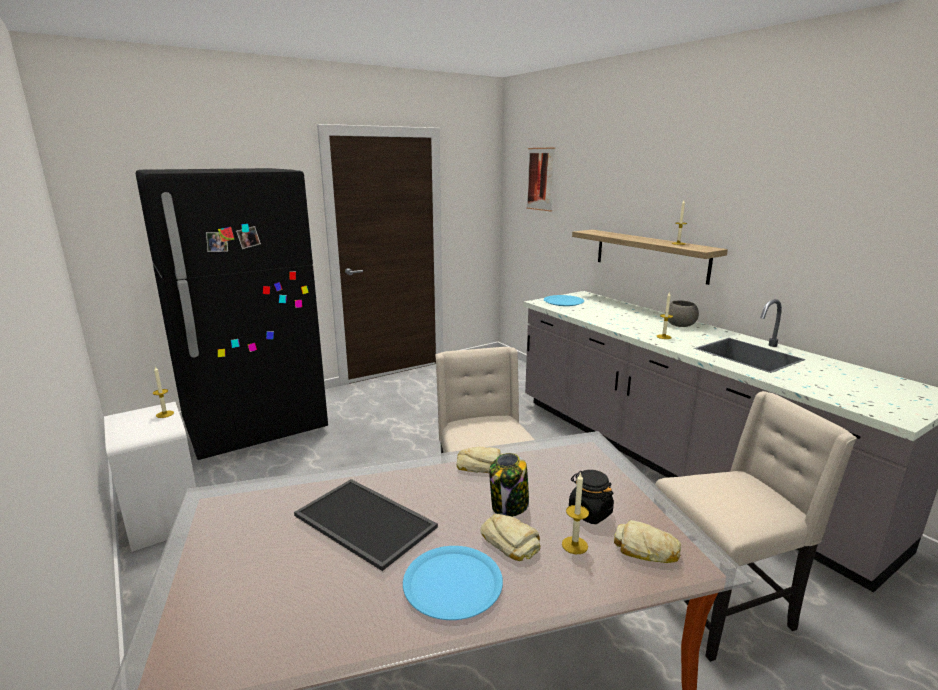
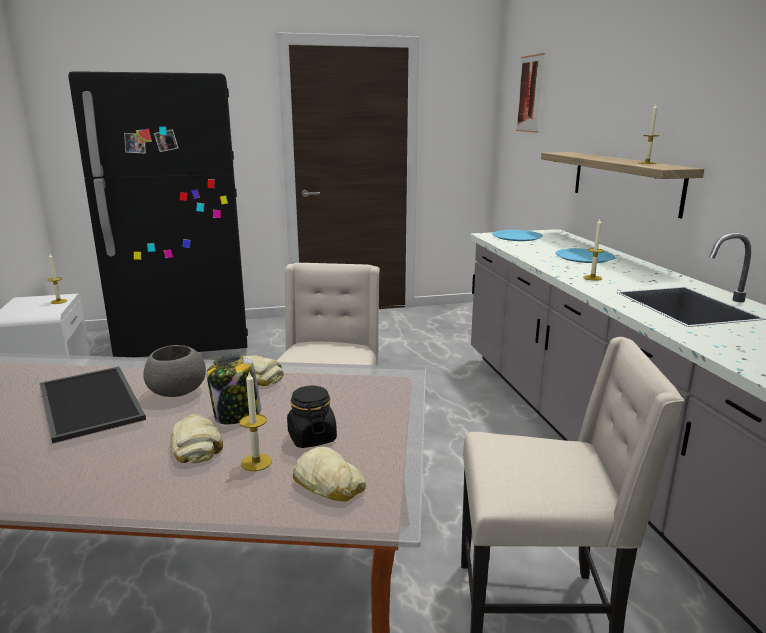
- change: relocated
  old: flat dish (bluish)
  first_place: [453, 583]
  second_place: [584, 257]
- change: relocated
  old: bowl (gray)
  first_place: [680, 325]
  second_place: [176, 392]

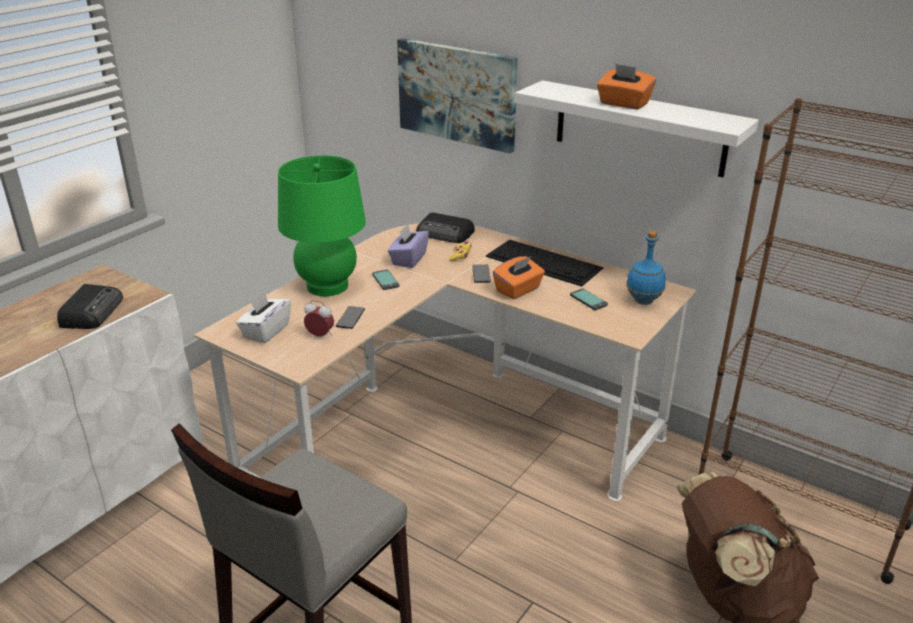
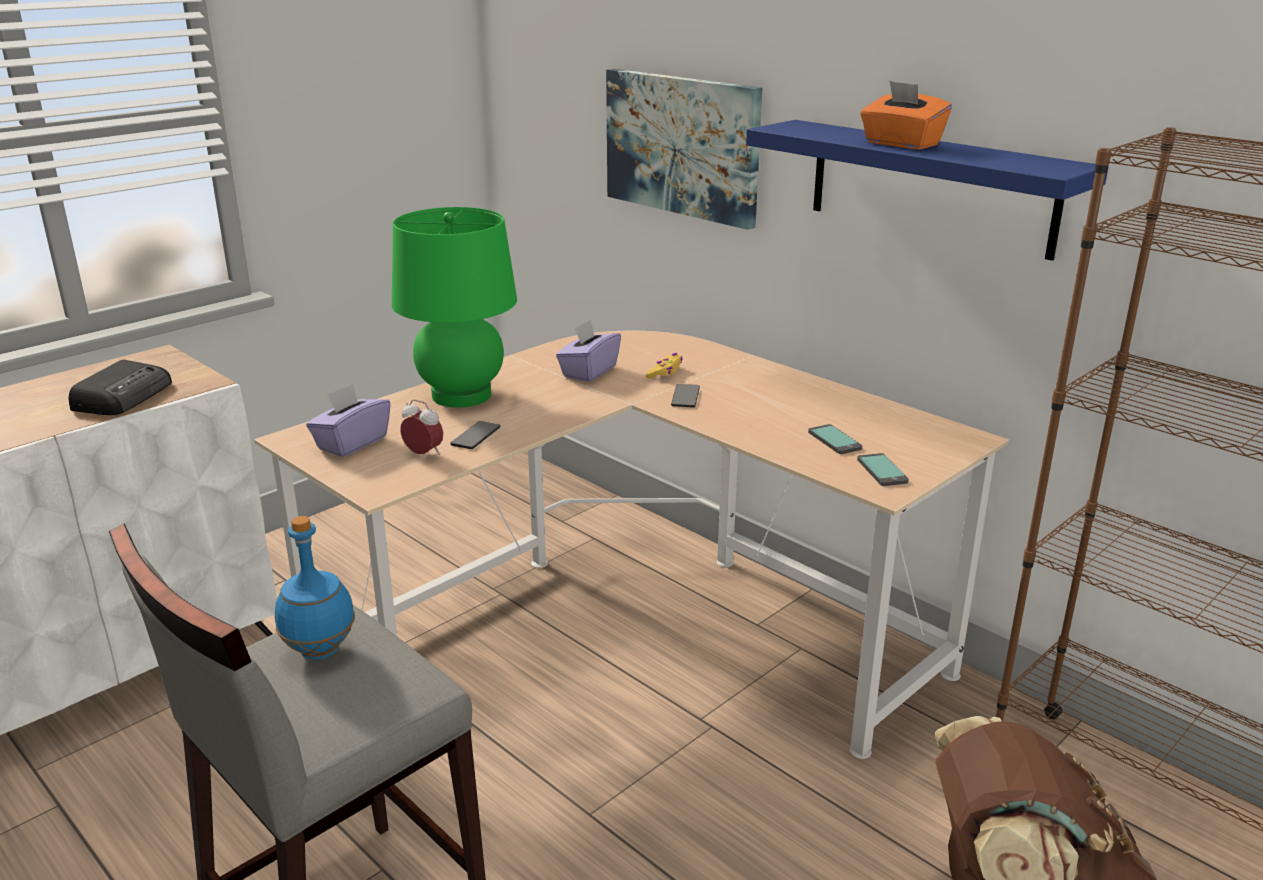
- change: colour
  old: tissue box (white-coloured)
  new: tissue box (purple)
  first_place: [266, 331]
  second_place: [351, 443]
- change: relocated
  old: telephone
  first_place: [385, 280]
  second_place: [882, 471]
- change: missing
  old: radio set
  first_place: [445, 233]
- change: missing
  old: PC keyboard
  first_place: [545, 262]
- change: missing
  old: tissue box (orangey)
  first_place: [518, 290]
- change: colour
  old: bracket shelf (white-coloured)
  new: bracket shelf (bluish)
  first_place: [639, 128]
  second_place: [930, 187]
- change: relocated
  old: bottle (bluish)
  first_place: [644, 301]
  second_place: [320, 651]

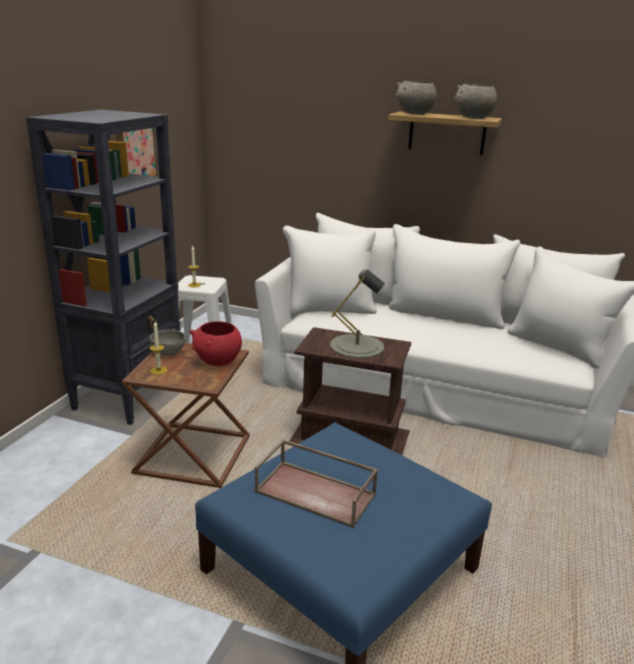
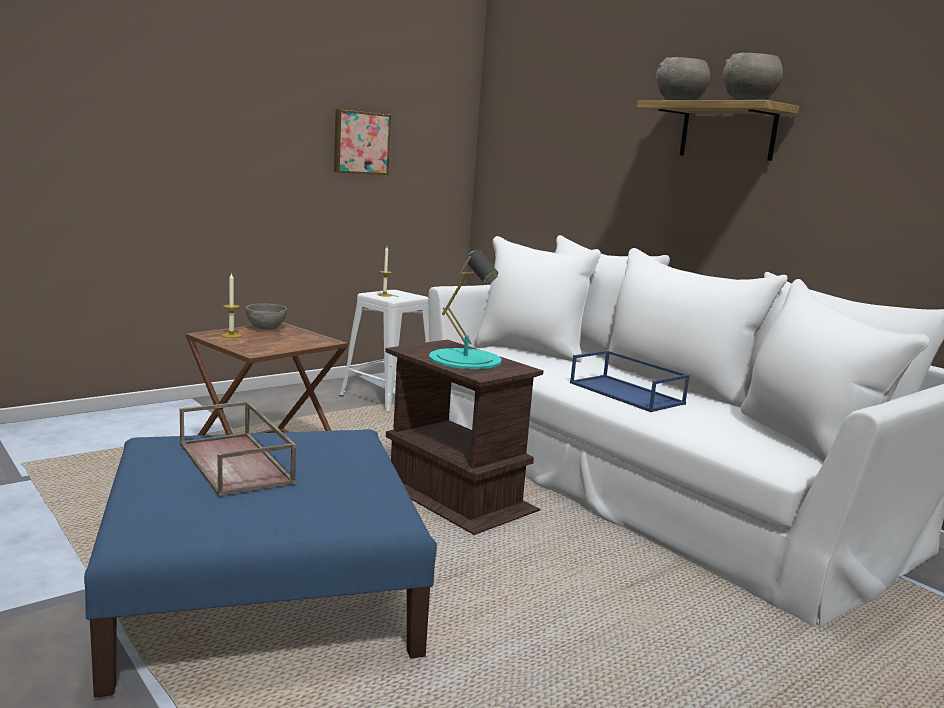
- change: missing
  old: bookshelf (black)
  first_place: [129, 395]
- change: missing
  old: bowl (reddish)
  first_place: [218, 362]
- change: colour
  old: table lamp (gray)
  new: table lamp (turquoise)
  first_place: [357, 346]
  second_place: [465, 359]
- change: appeared
  new: carrying tray (bluish)
  second_place: [627, 393]

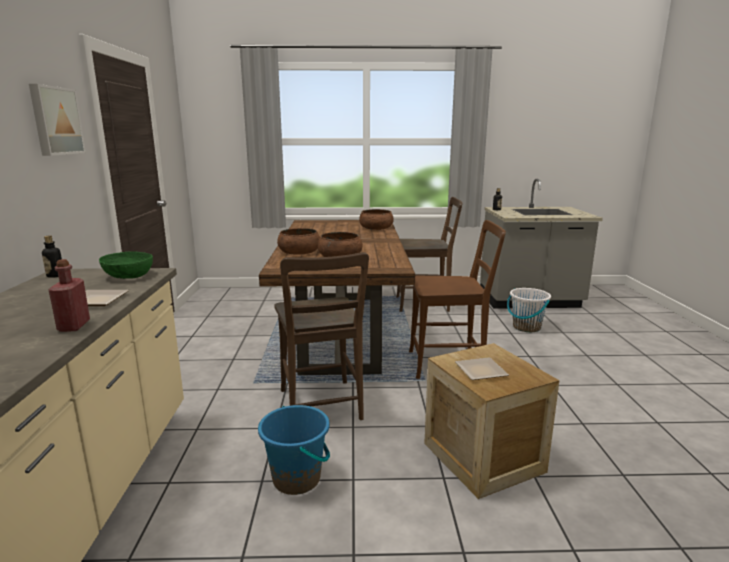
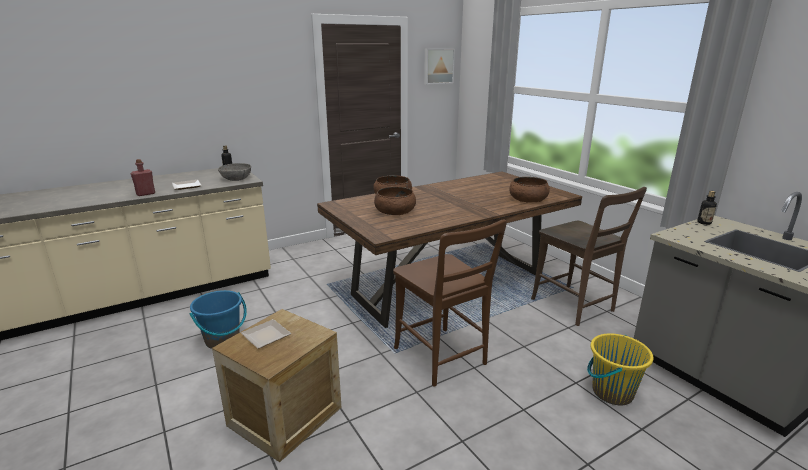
- change: relocated
  old: picture
  first_place: [55, 121]
  second_place: [438, 66]
- change: colour
  old: bowl (greenish)
  new: bowl (gray)
  first_place: [128, 276]
  second_place: [236, 179]
- change: missing
  old: plain chair (brown)
  first_place: [321, 407]
- change: colour
  old: bucket (white-coloured)
  new: bucket (yellow)
  first_place: [526, 327]
  second_place: [612, 392]

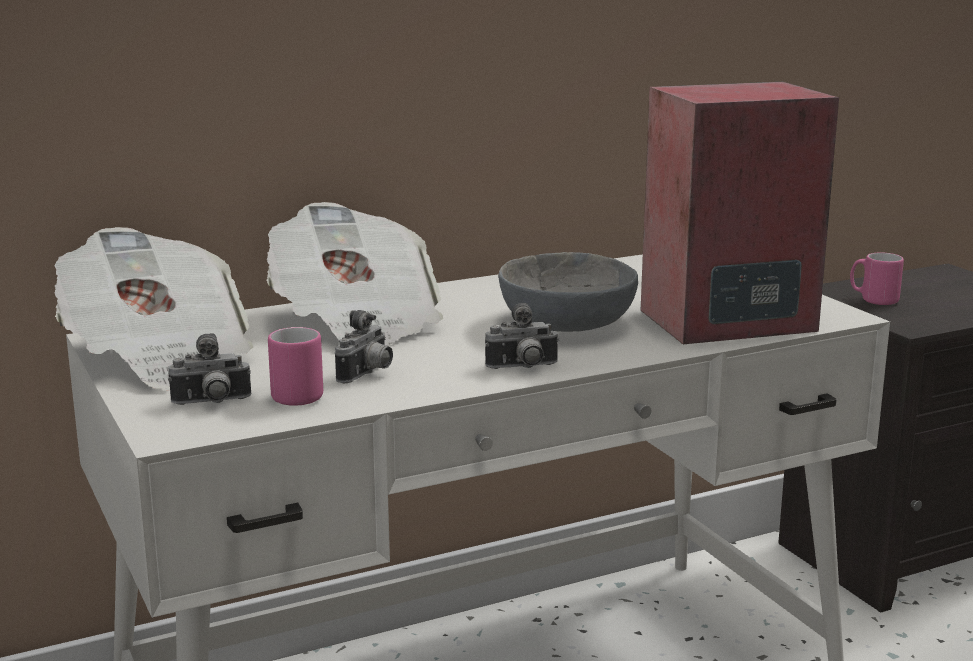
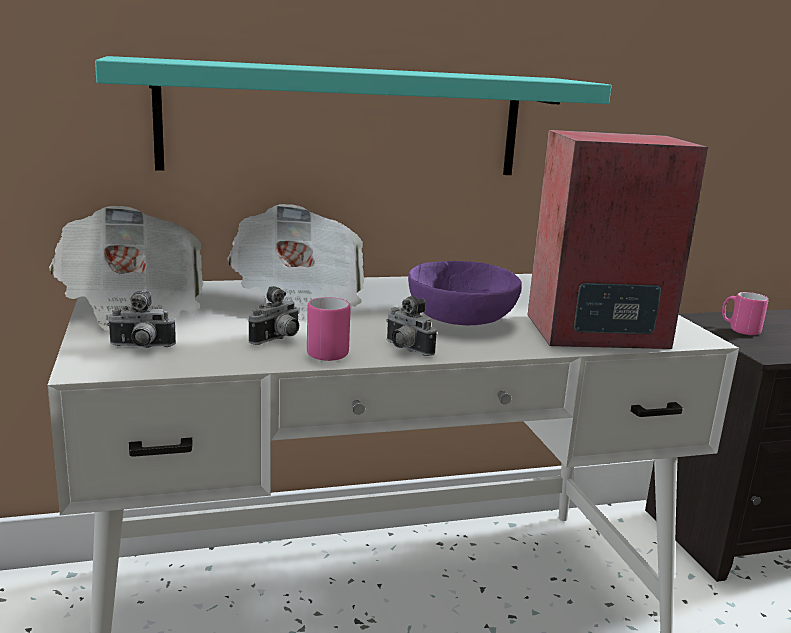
- change: relocated
  old: mug (pink-coloured)
  first_place: [295, 394]
  second_place: [327, 351]
- change: spun
  old: photo camera
  first_place: [523, 368]
  second_place: [405, 349]
  degrees: 45
- change: colour
  old: bowl (gray)
  new: bowl (purple)
  first_place: [565, 325]
  second_place: [459, 319]
- change: appeared
  new: bracket shelf (turquoise)
  second_place: [345, 121]

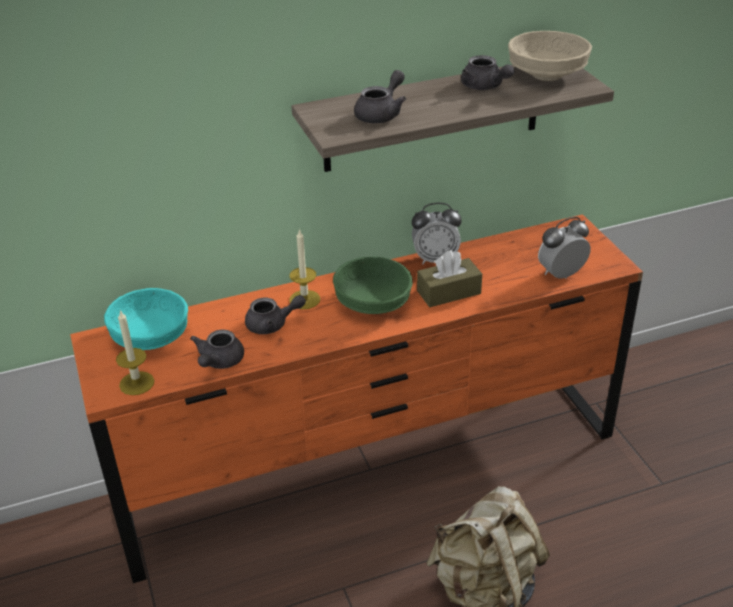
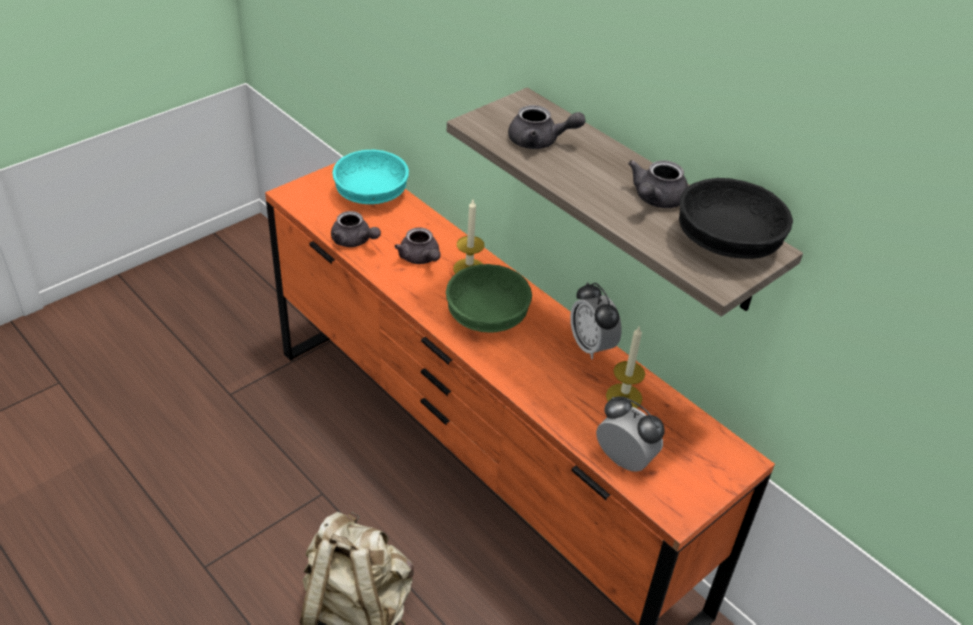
- change: relocated
  old: wax light
  first_place: [137, 383]
  second_place: [624, 397]
- change: spun
  old: teapot (gray)
  first_place: [219, 362]
  second_place: [354, 241]
  degrees: -135
- change: missing
  old: tissue box (brown)
  first_place: [448, 292]
- change: colour
  old: bowl (sand-coloured)
  new: bowl (black)
  first_place: [548, 75]
  second_place: [727, 244]

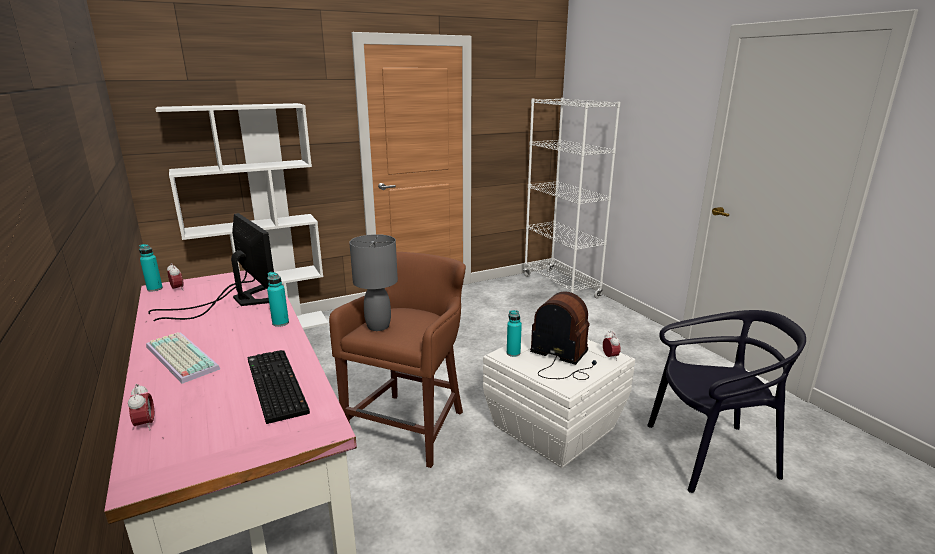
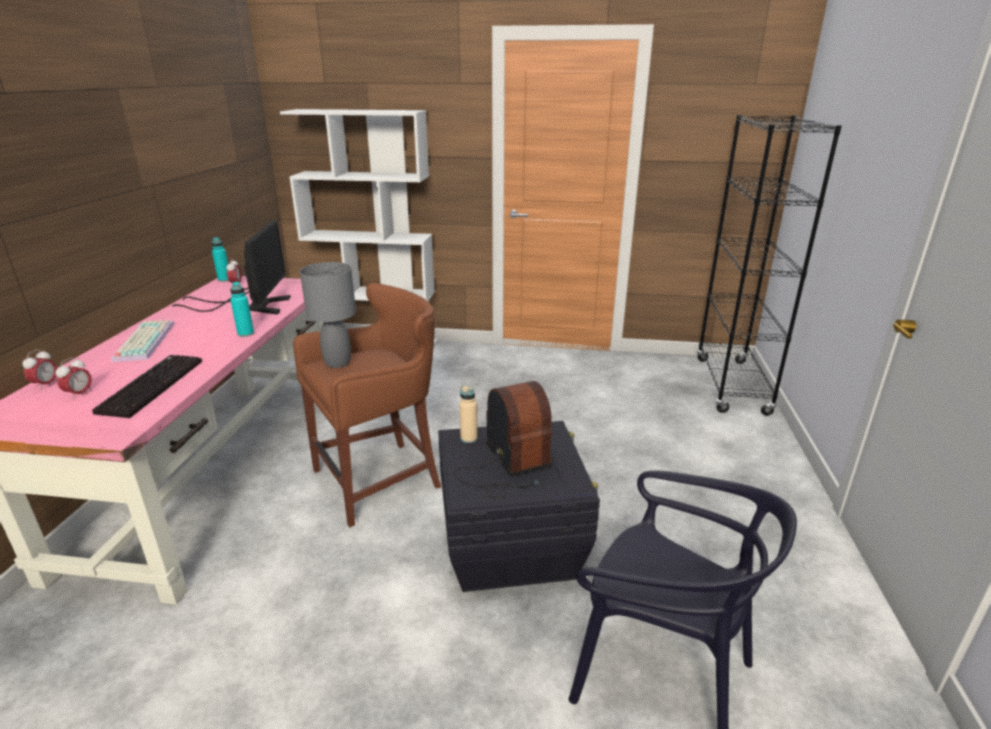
- change: colour
  old: storage box (white-coloured)
  new: storage box (black)
  first_place: [553, 426]
  second_place: [511, 543]
- change: colour
  old: bottle (turquoise)
  new: bottle (sand-coloured)
  first_place: [513, 353]
  second_place: [469, 438]
- change: colour
  old: bookshelf (white-coloured)
  new: bookshelf (black)
  first_place: [561, 287]
  second_place: [731, 386]
- change: relocated
  old: bedside clock
  first_place: [610, 357]
  second_place: [79, 394]

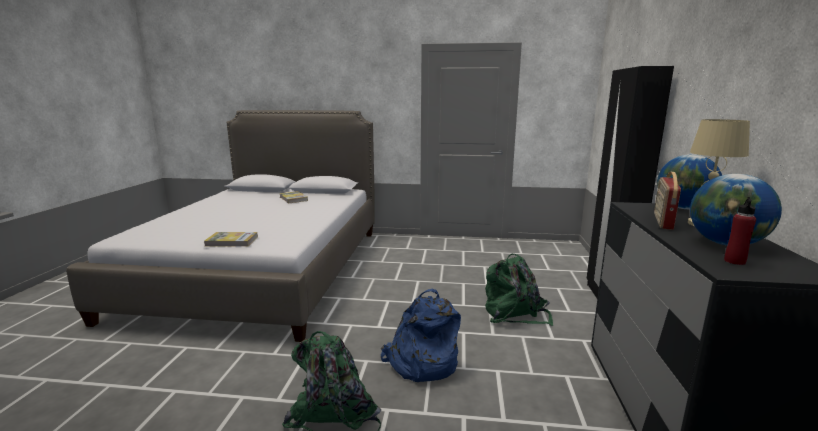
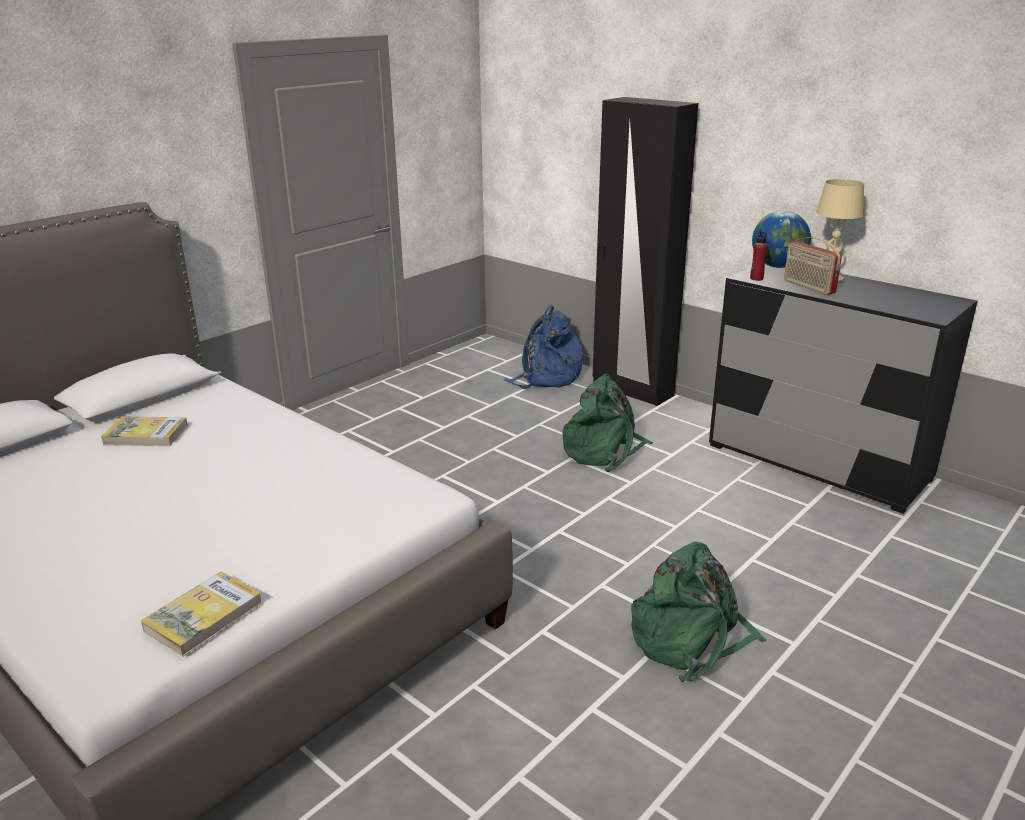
- change: relocated
  old: bound book
  first_place: [232, 241]
  second_place: [204, 616]
- change: relocated
  old: knapsack (bluish)
  first_place: [421, 362]
  second_place: [546, 377]
- change: missing
  old: desk globe
  first_place: [726, 244]
- change: relocated
  old: bottle (reddish)
  first_place: [734, 261]
  second_place: [756, 278]

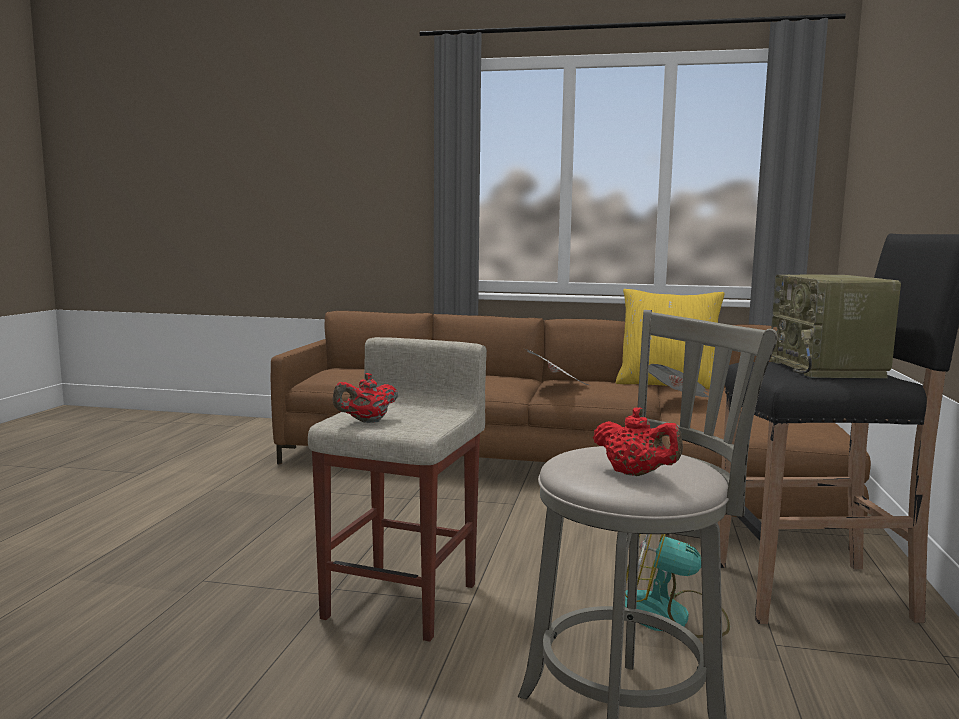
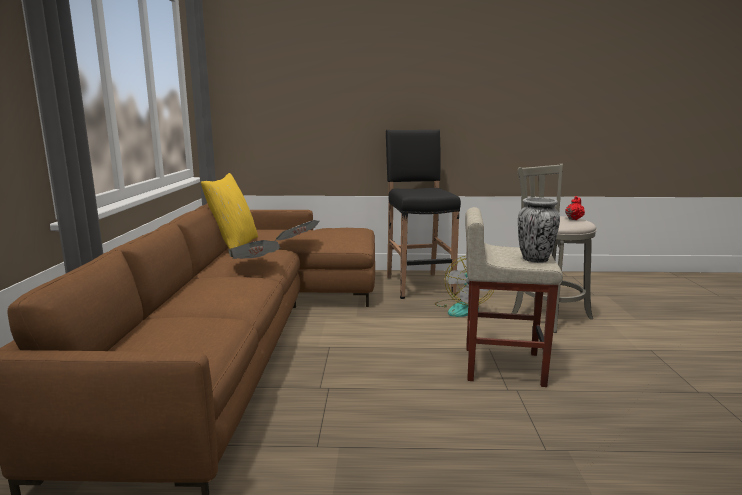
- change: exchanged
  old: teapot (reddish)
  new: flower vase
  first_place: [366, 421]
  second_place: [535, 259]
- change: missing
  old: radio set
  first_place: [828, 369]

